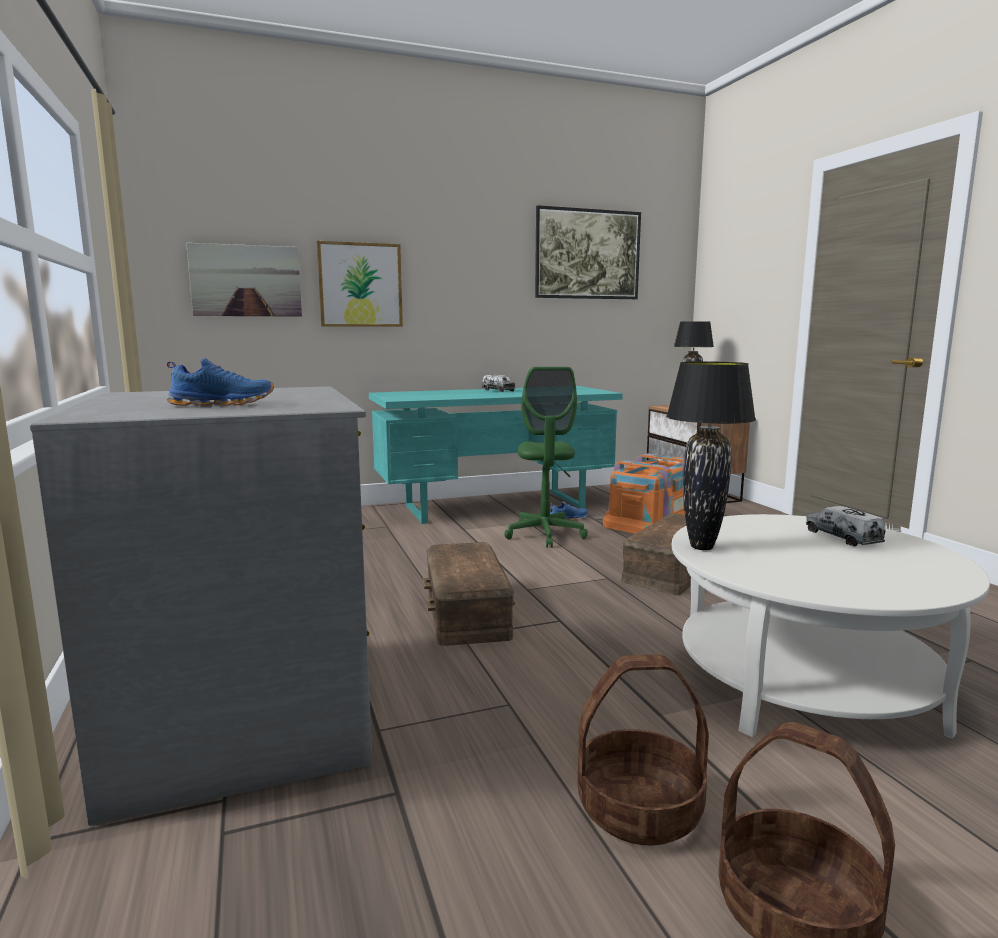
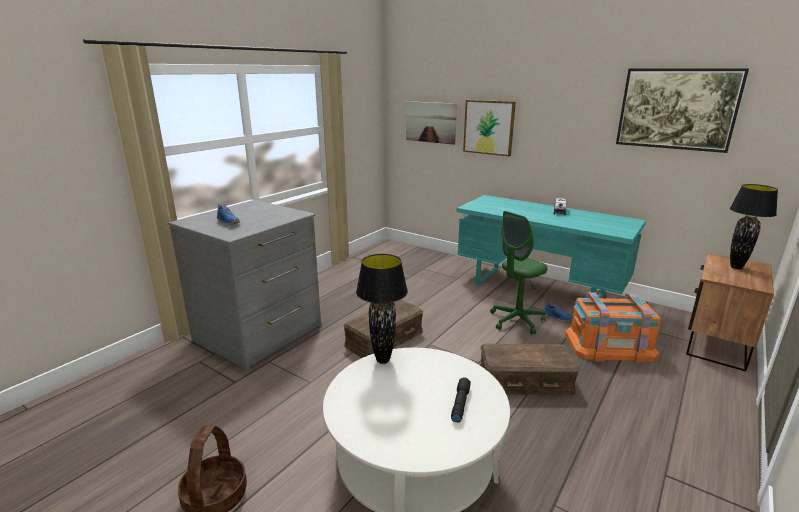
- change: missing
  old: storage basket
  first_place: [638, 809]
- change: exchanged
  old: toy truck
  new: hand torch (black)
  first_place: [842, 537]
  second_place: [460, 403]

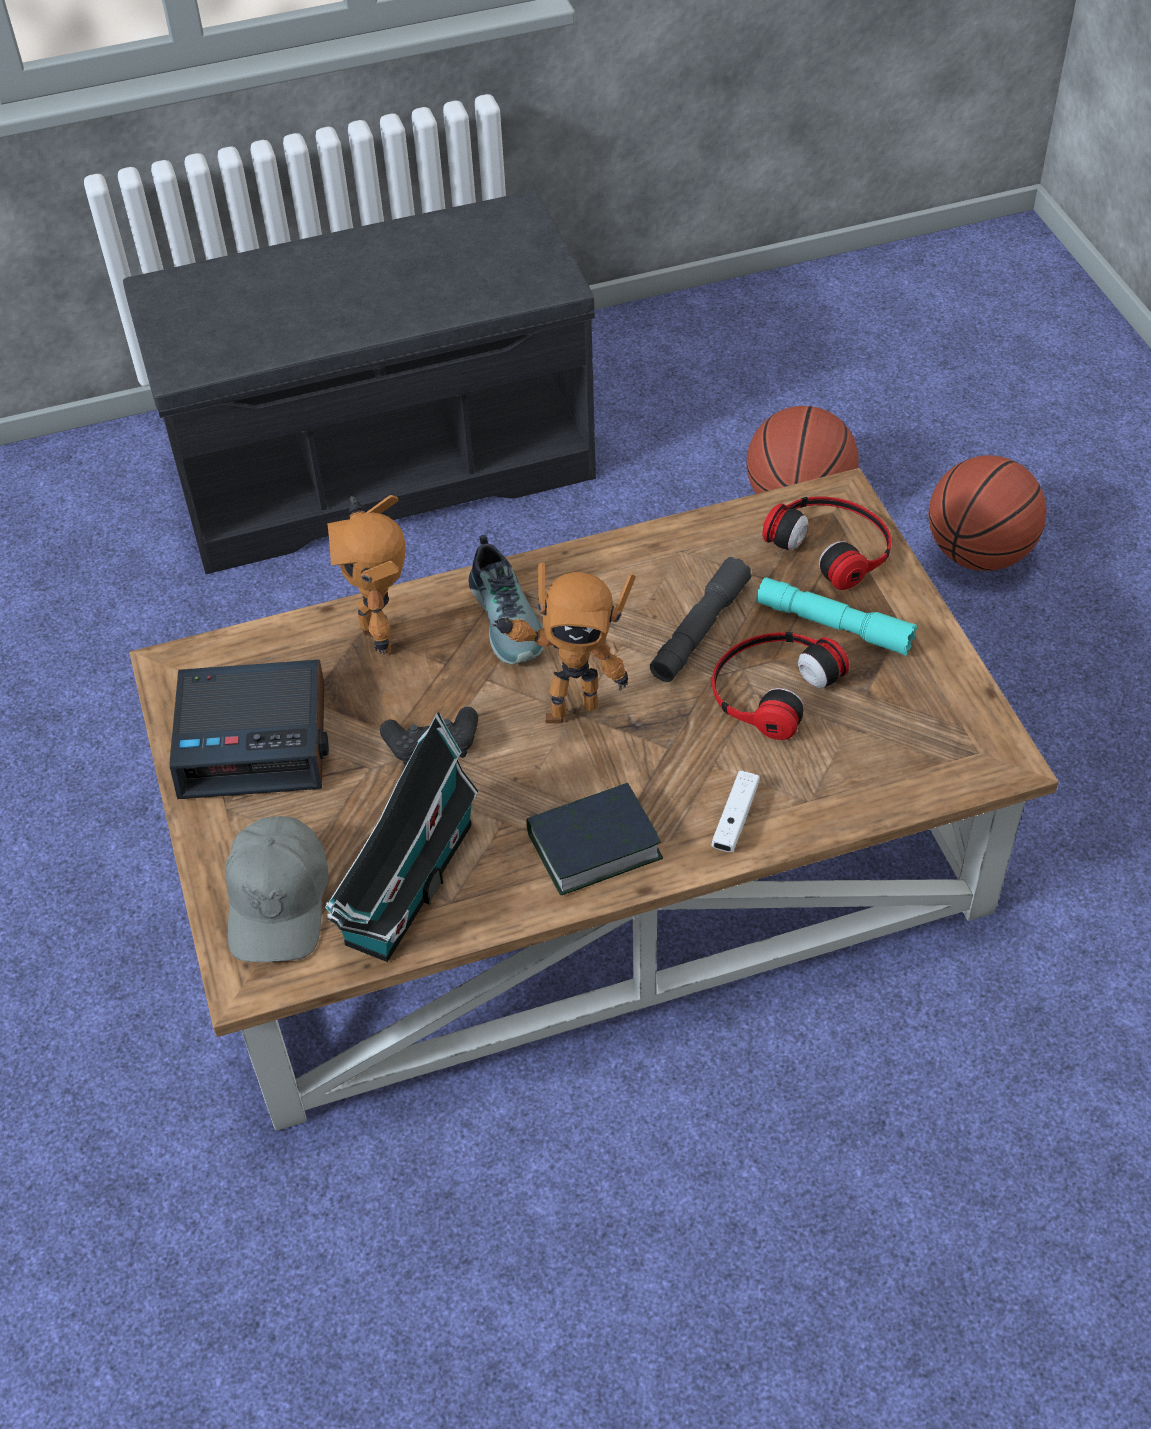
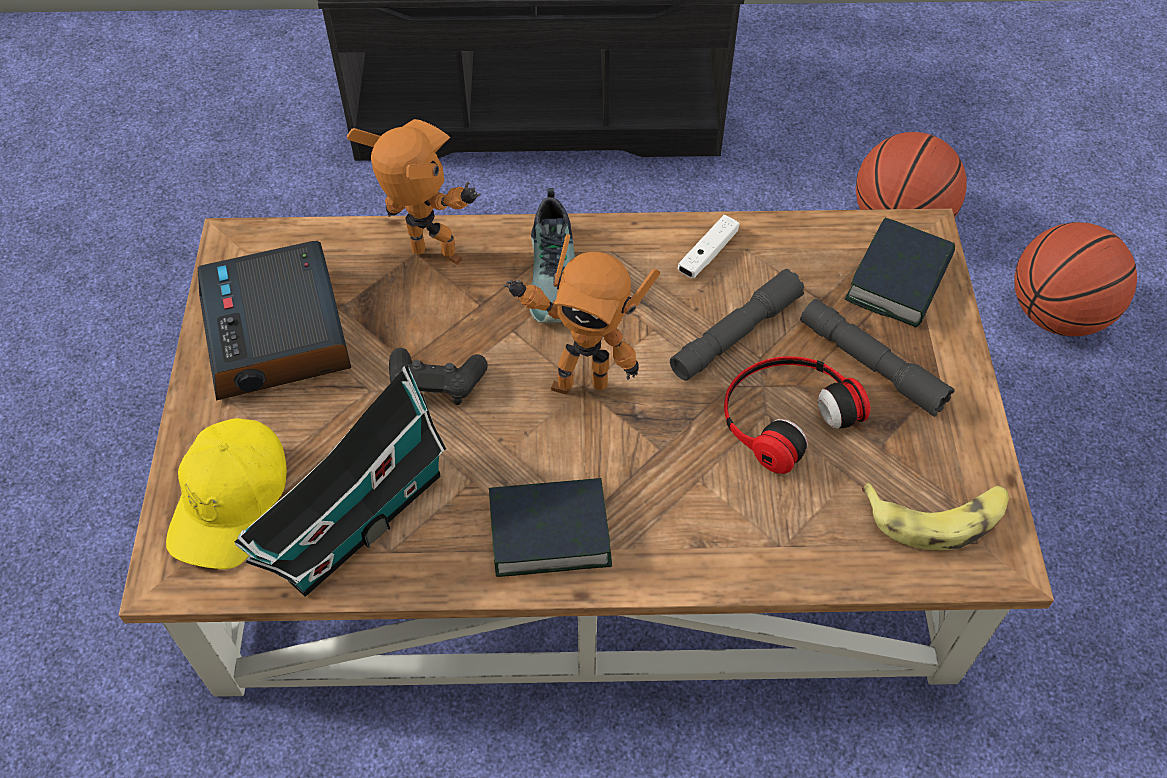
- change: spun
  old: bedside clock
  first_place: [255, 740]
  second_place: [278, 334]
  degrees: 60
- change: colour
  old: peaked cap (gray)
  new: peaked cap (yellow)
  first_place: [279, 900]
  second_place: [232, 501]
- change: spun
  old: toy robot
  first_place: [383, 635]
  second_place: [434, 261]
  degrees: 120
- change: relocated
  old: joypad (white-coloured)
  first_place: [735, 819]
  second_place: [707, 254]
- change: colour
  old: hand torch (turquoise)
  new: hand torch (gray)
  first_place: [833, 625]
  second_place: [871, 364]
- change: exchanged
  old: headphones
  new: bound book
  first_place: [833, 544]
  second_place: [898, 280]
- change: appeared
  new: banana fruit
  second_place: [937, 516]

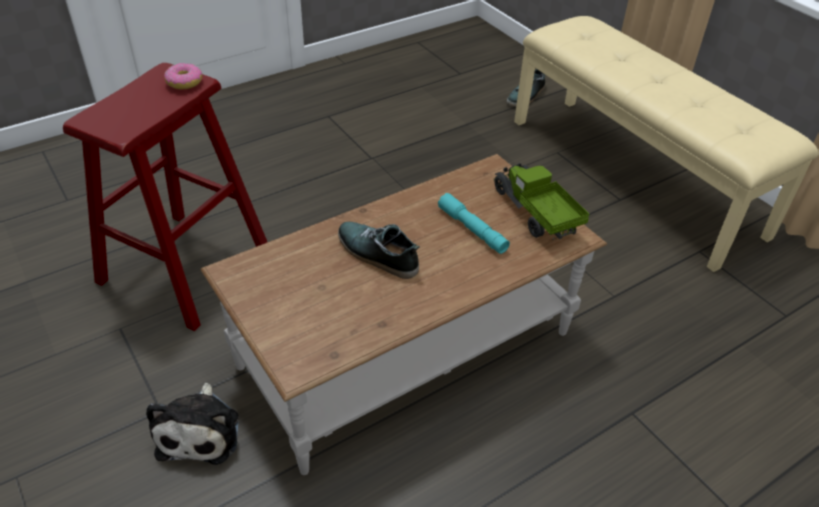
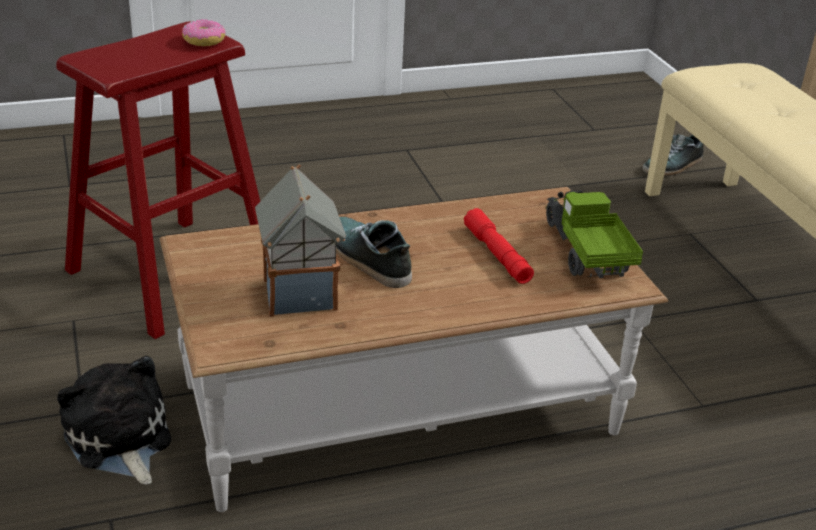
- change: spun
  old: soft toy
  first_place: [201, 431]
  second_place: [119, 440]
  degrees: 135
- change: colour
  old: hand torch (turquoise)
  new: hand torch (reddish)
  first_place: [472, 229]
  second_place: [497, 255]
- change: appeared
  new: miniature house
  second_place: [300, 296]

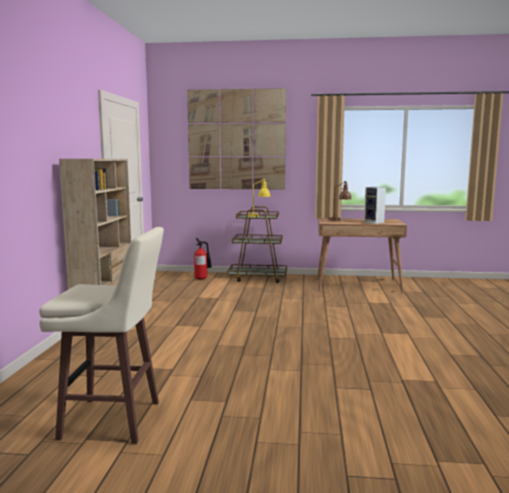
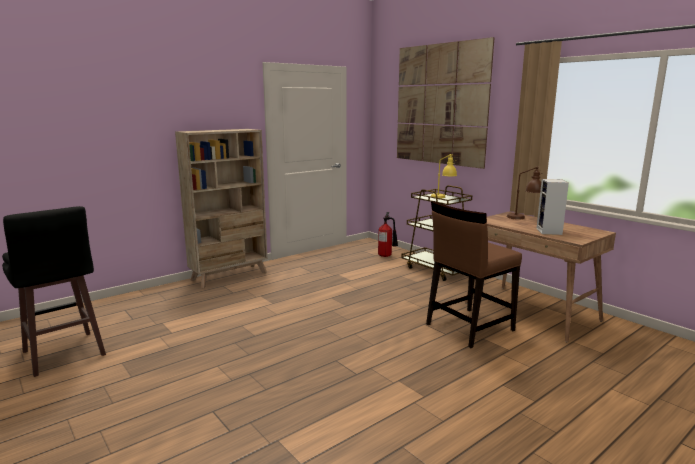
- change: colour
  old: sitting stool (sand-coloured)
  new: sitting stool (black)
  first_place: [114, 421]
  second_place: [64, 354]
- change: appeared
  new: plain chair (brown)
  second_place: [468, 327]

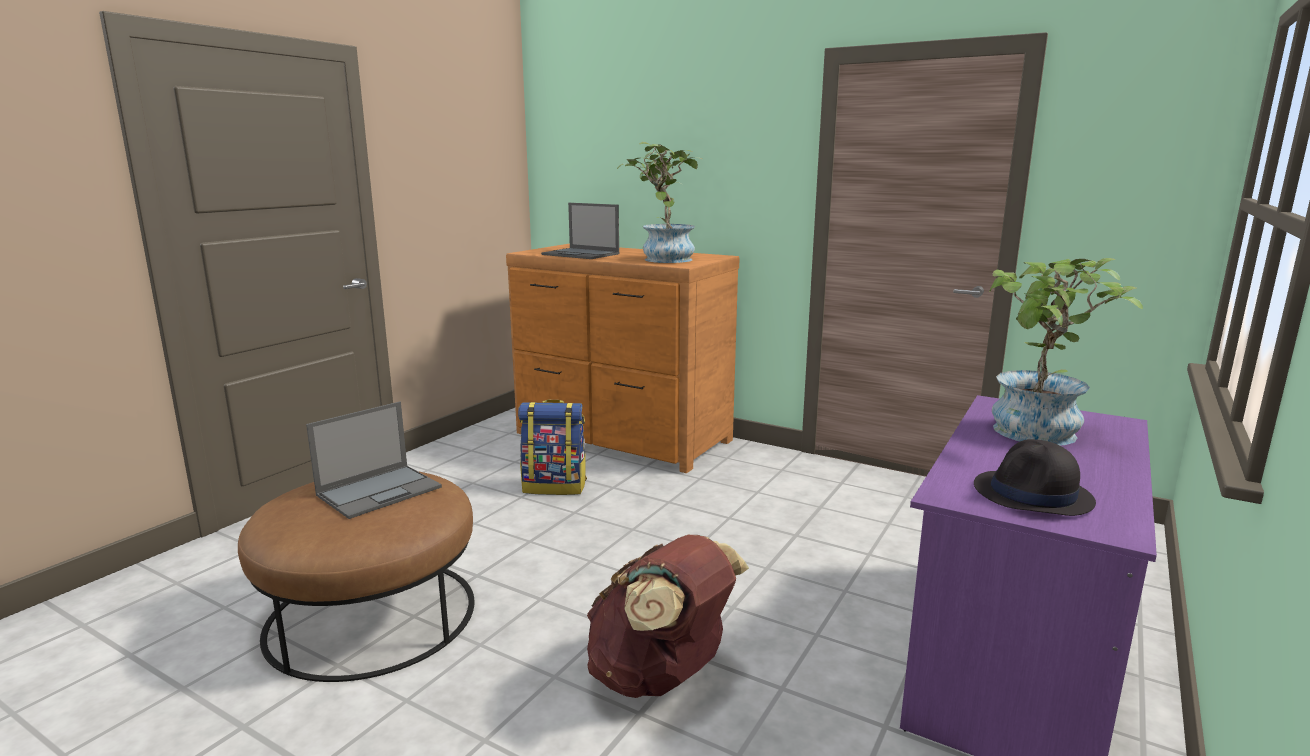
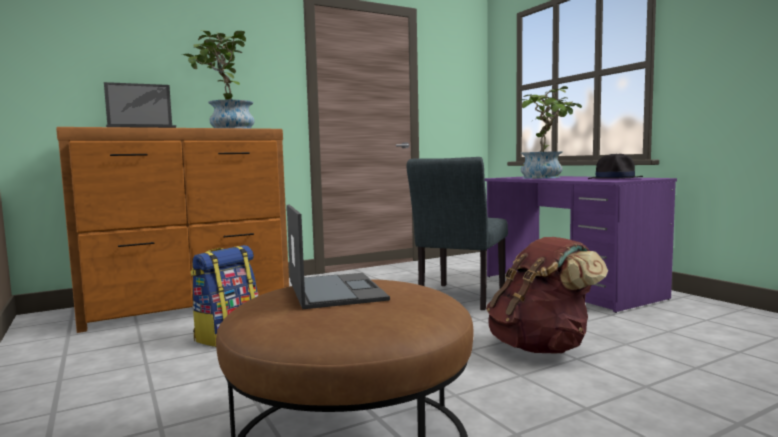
- change: appeared
  new: plain chair (gray)
  second_place: [459, 298]

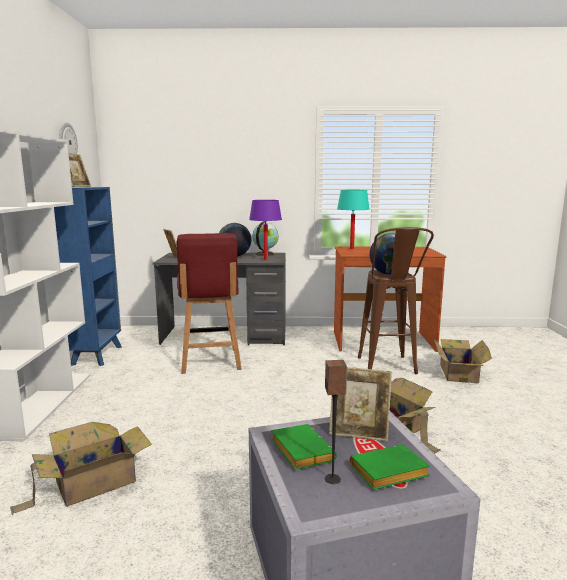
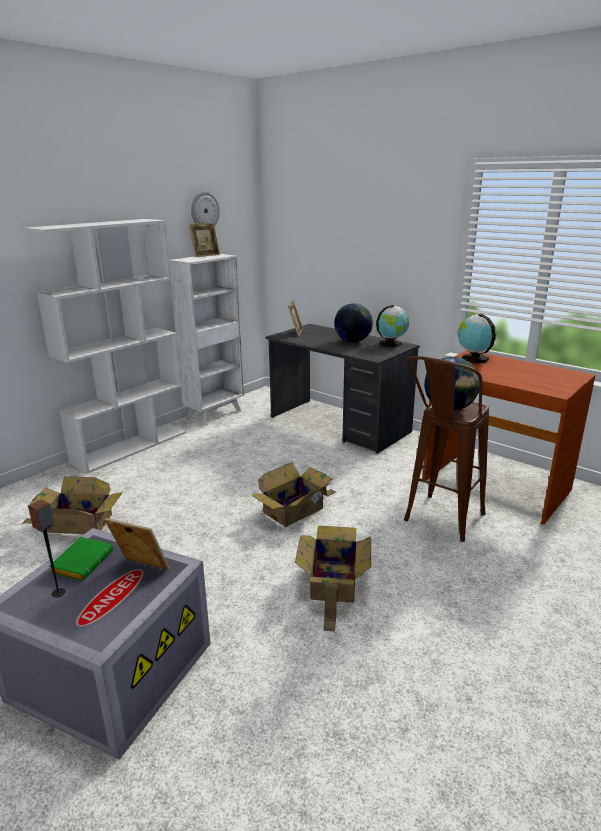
- change: colour
  old: bookshelf (bluish)
  new: bookshelf (white-coloured)
  first_place: [97, 355]
  second_place: [215, 414]
- change: missing
  old: plain chair (reddish)
  first_place: [210, 361]
- change: missing
  old: table lamp (purple)
  first_place: [265, 259]
- change: spun
  old: photo frame
  first_place: [359, 432]
  second_place: [141, 569]
  degrees: 150
- change: exchanged
  old: table lamp (turquoise)
  new: desk globe
  first_place: [351, 249]
  second_place: [474, 358]
- change: missing
  old: bound book (greenish)
  first_place: [388, 474]
- change: relocated
  old: carton
  first_place: [458, 372]
  second_place: [296, 510]

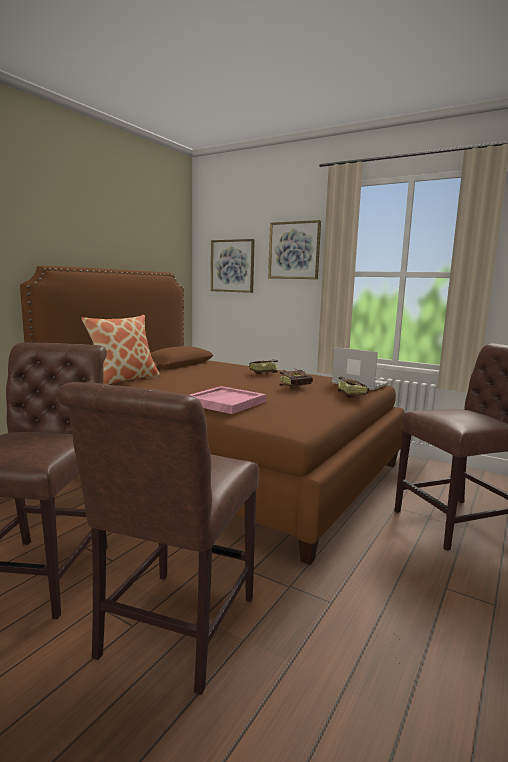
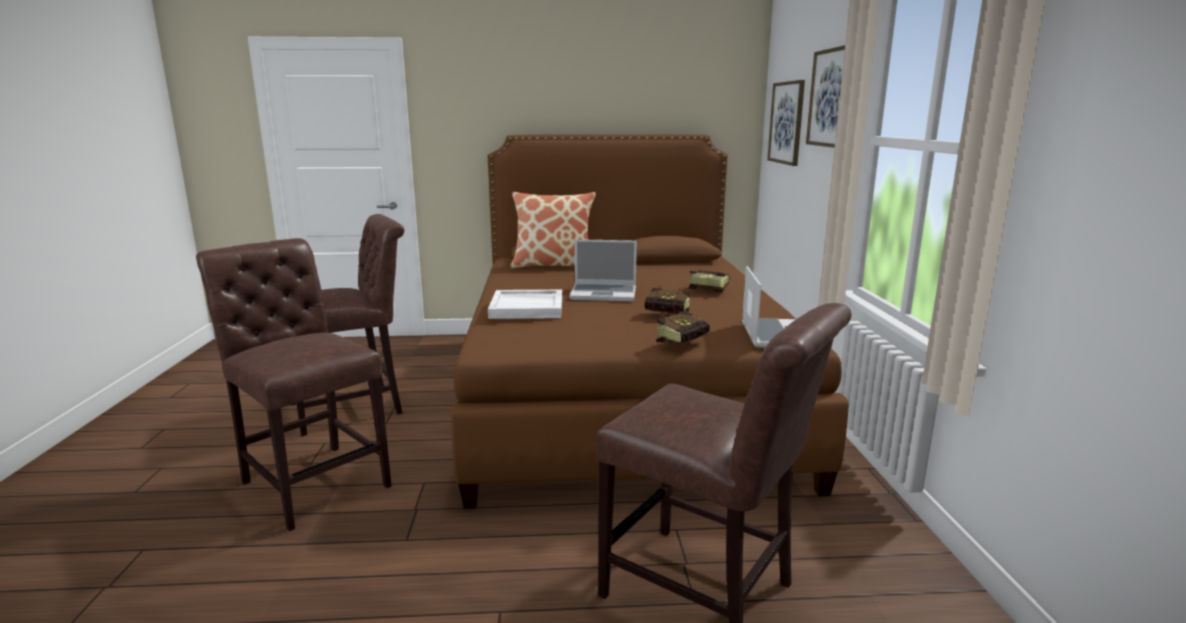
- change: spun
  old: plain chair (brown)
  first_place: [173, 632]
  second_place: [313, 480]
  degrees: 60
- change: colour
  old: carrying tray (pink-coloured)
  new: carrying tray (white-coloured)
  first_place: [225, 402]
  second_place: [527, 307]
- change: appeared
  new: notebook computer
  second_place: [604, 294]

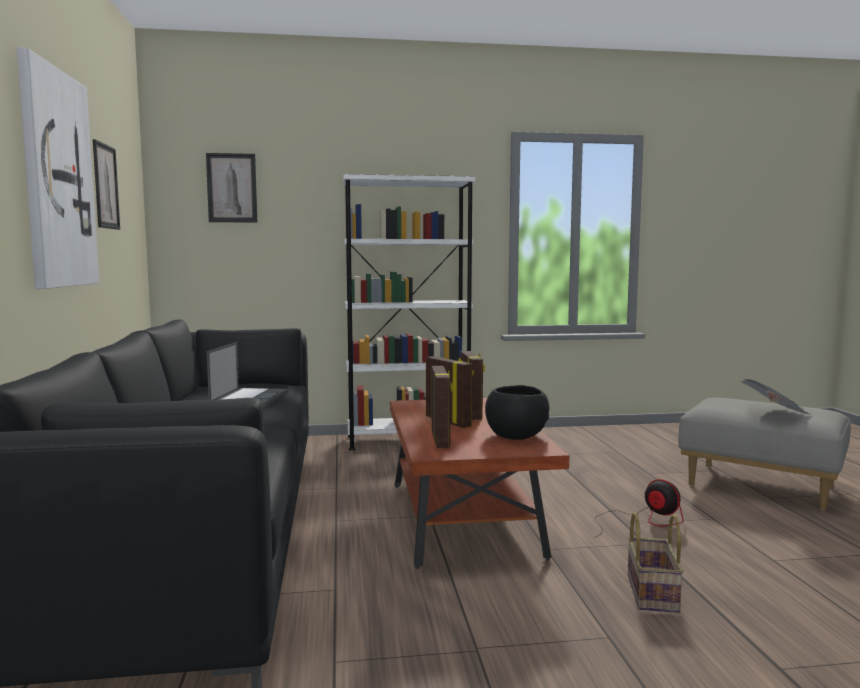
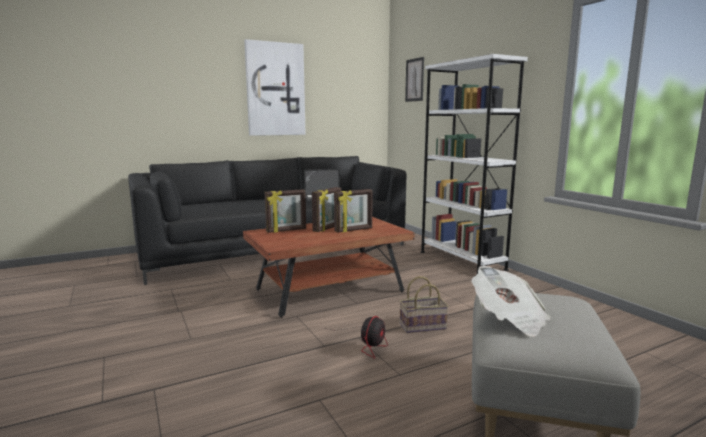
- change: missing
  old: picture
  first_place: [105, 186]
- change: missing
  old: bowl (black)
  first_place: [515, 435]
- change: relocated
  old: storage basket
  first_place: [650, 592]
  second_place: [423, 325]

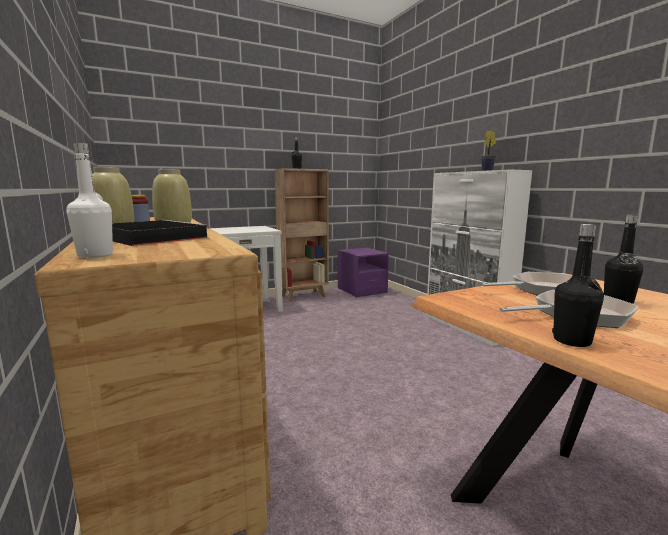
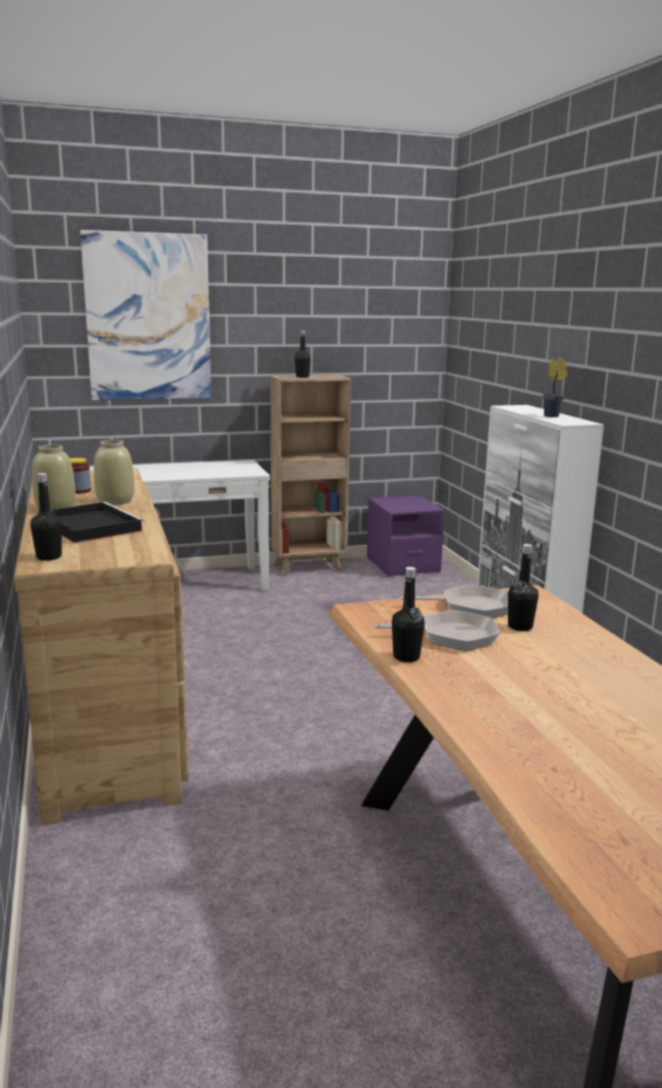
- change: colour
  old: bottle (white-coloured)
  new: bottle (black)
  first_place: [95, 255]
  second_place: [49, 557]
- change: appeared
  new: picture
  second_place: [148, 317]

